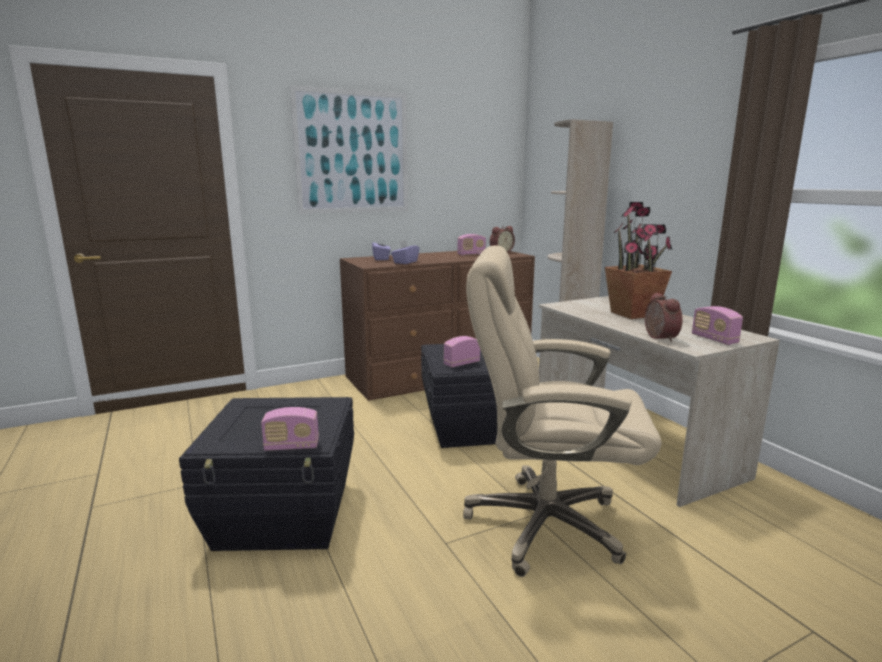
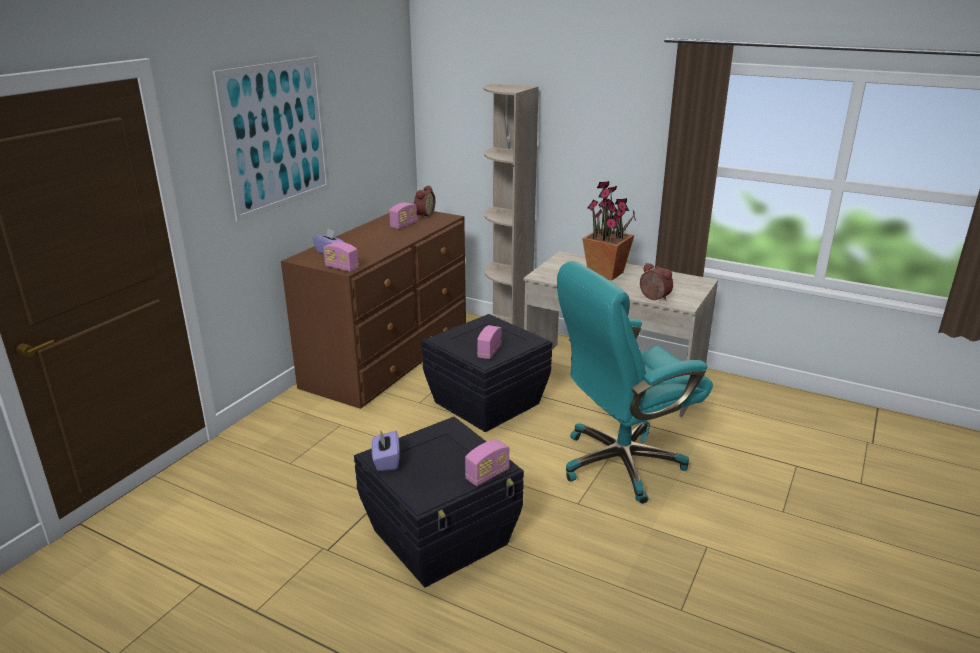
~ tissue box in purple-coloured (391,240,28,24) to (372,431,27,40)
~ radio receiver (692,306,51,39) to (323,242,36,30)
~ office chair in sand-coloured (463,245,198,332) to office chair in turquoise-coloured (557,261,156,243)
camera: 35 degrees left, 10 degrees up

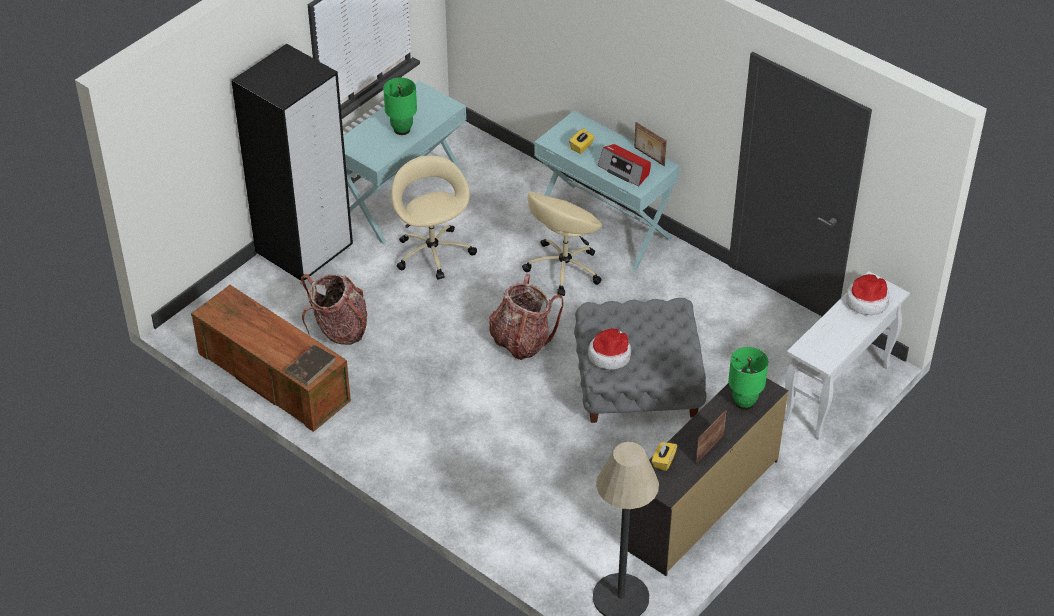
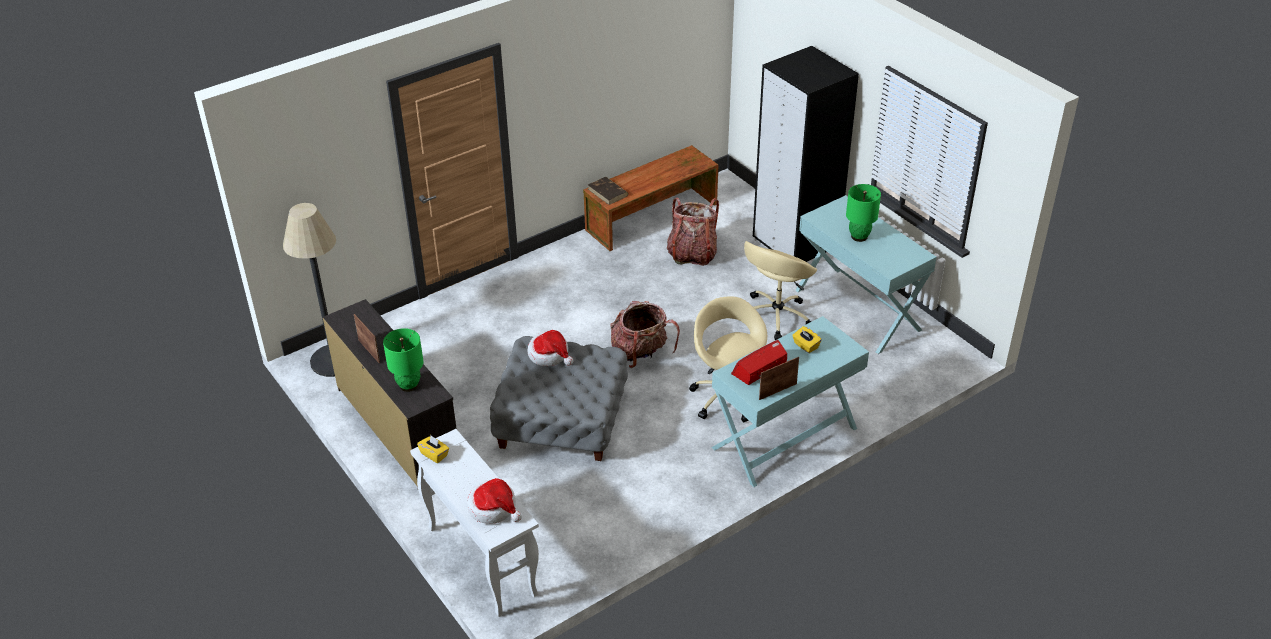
~ tissue box in yellow (652,442,25,29) to (417,435,32,28)
~ office chair in sand-coloured (391,156,86,124) = (744,241,73,99) 135 degrees clockwise
camera: 105 degrees right, 5 degrees down

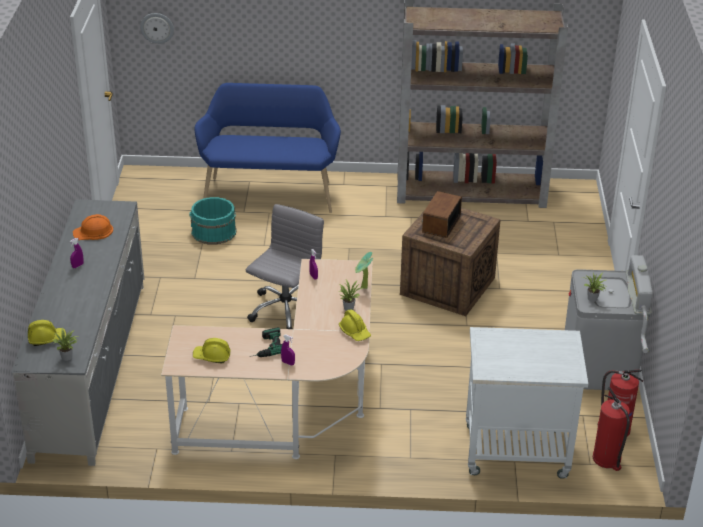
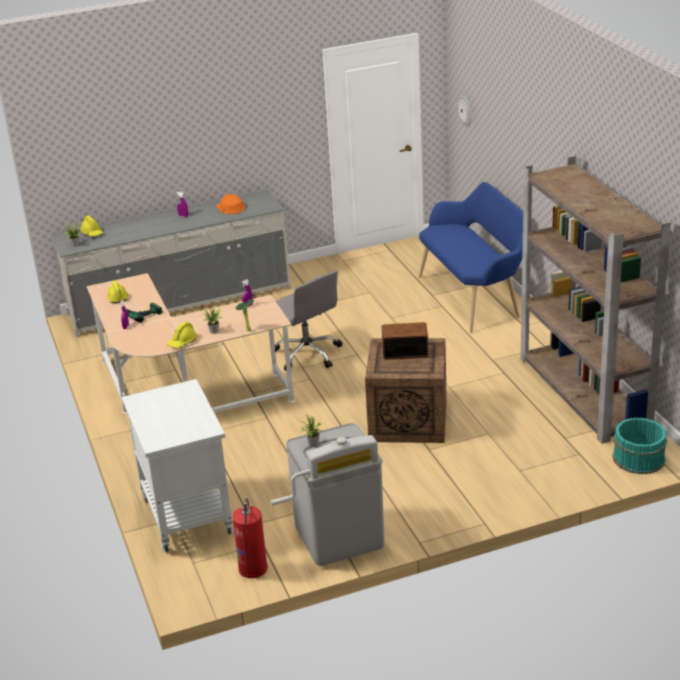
- extinguisher (593,387,37,84)
~ bucket in turquoise-coloured (189,197,48,48) to (612,418,55,56)
~ office chair in grey (245,204,79,125) = (275,270,67,100) 45 degrees clockwise
camera: 70 degrees right, 5 degrees down

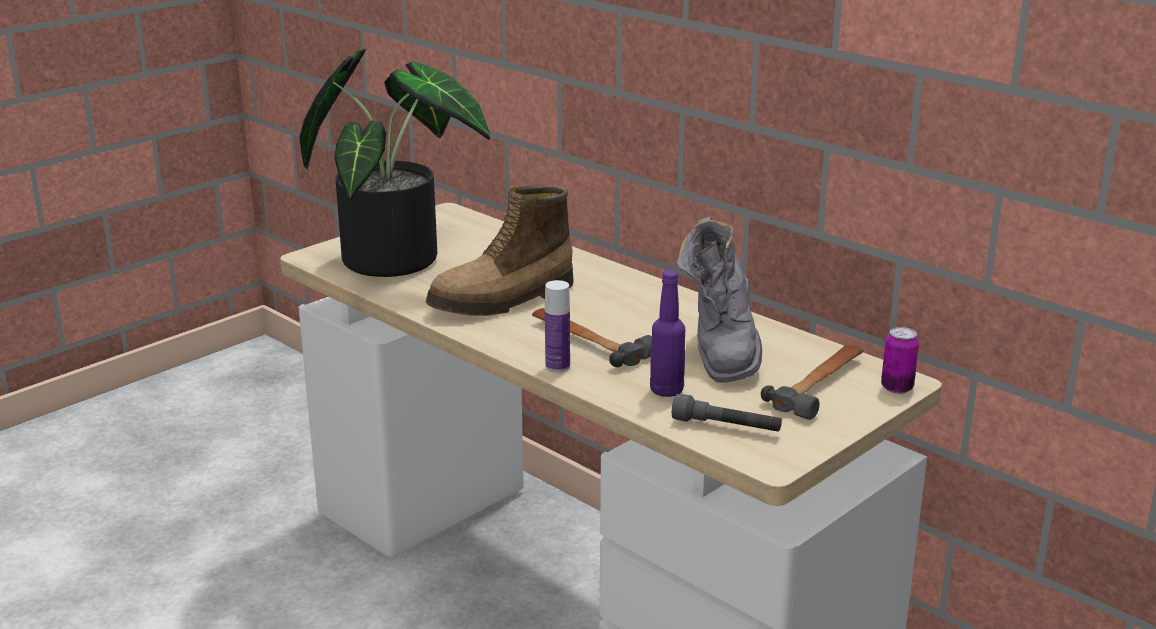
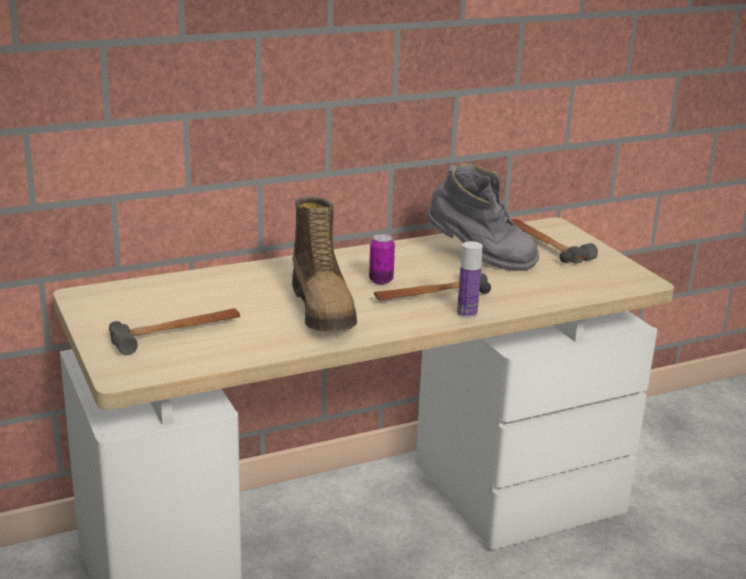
- beverage bottle in purple-coloured (650,270,35,127)
- hand torch in grey (672,394,110,38)
~ can (881,327,38,67) to (369,234,26,51)
~ houseplant (299,49,191,228) to hammer (109,308,131,47)
camera: 70 degrees left, 0 degrees up

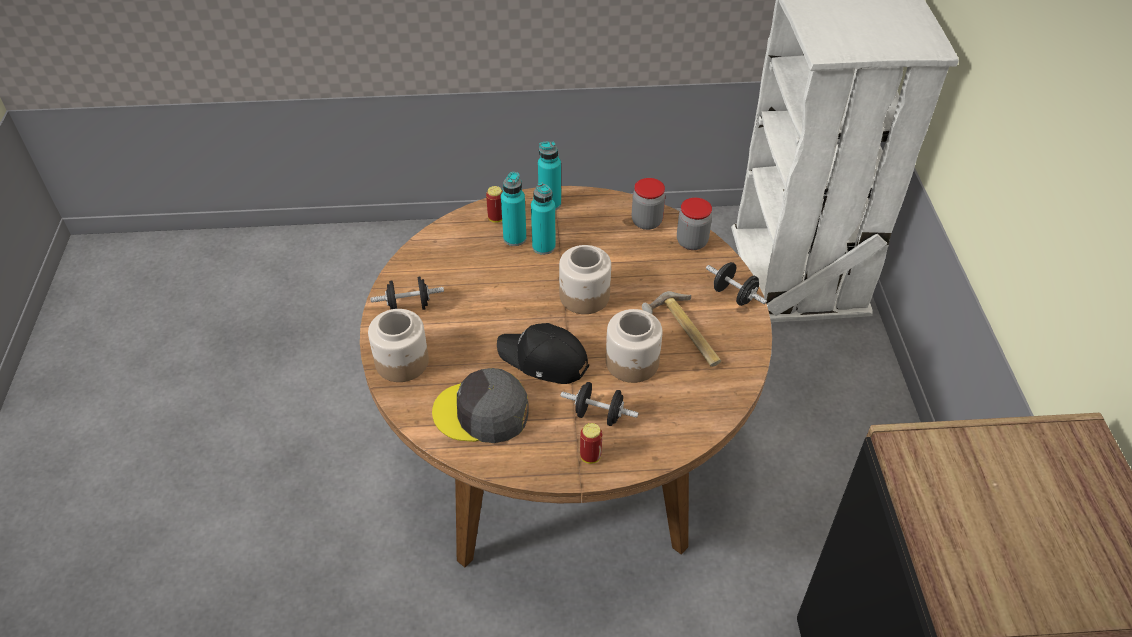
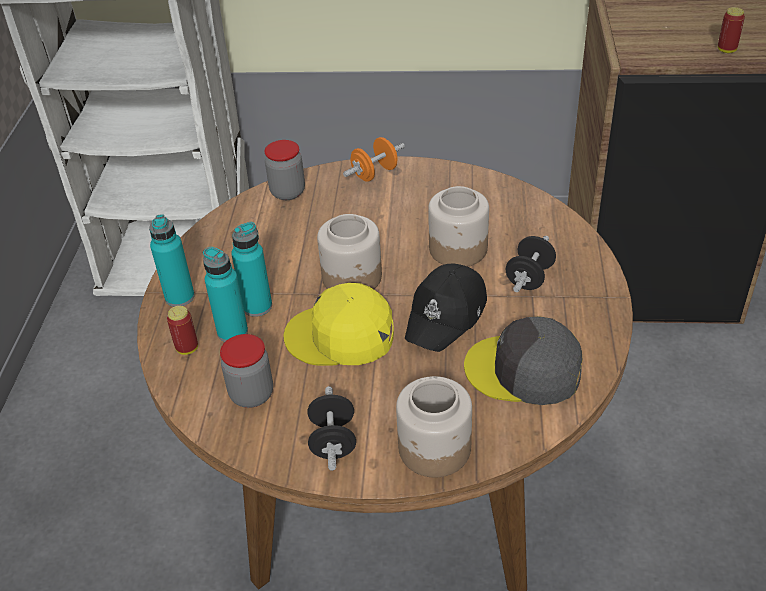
- hammer (642,291,79,76)
+ baseball cap in yellow (284,283,110,82)
~ can (580,423,22,41) to (718,7,27,46)
~ preserve jar (632,178,33,52) to (220,334,53,74)
~ dumbbell in black-coloured (706,262,61,44) to dumbbell in orange (343,137,62,45)
~ baseball cap in grey (432,368,97,75) = (464,316,119,89) 90 degrees clockwise
camera: 80 degrees left, 5 degrees down

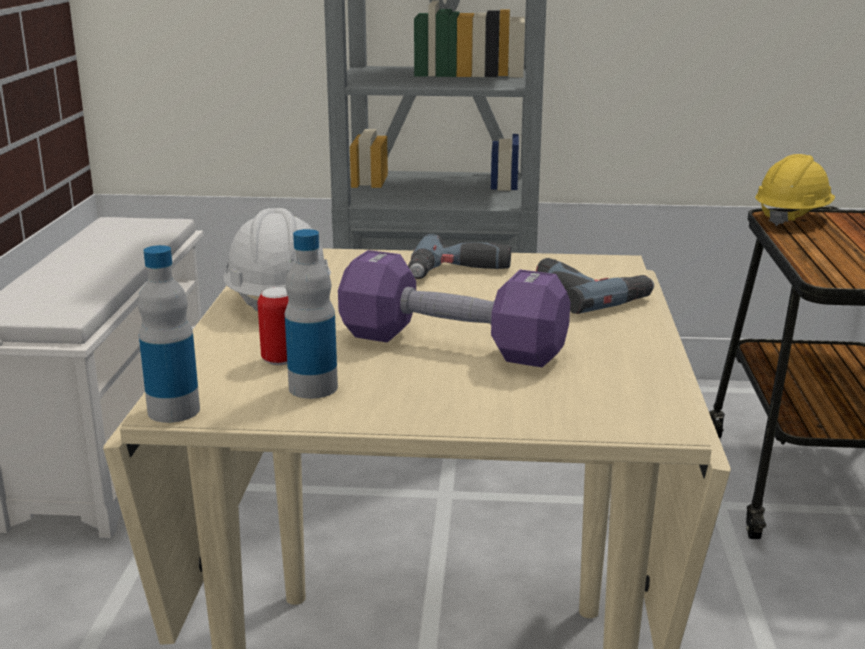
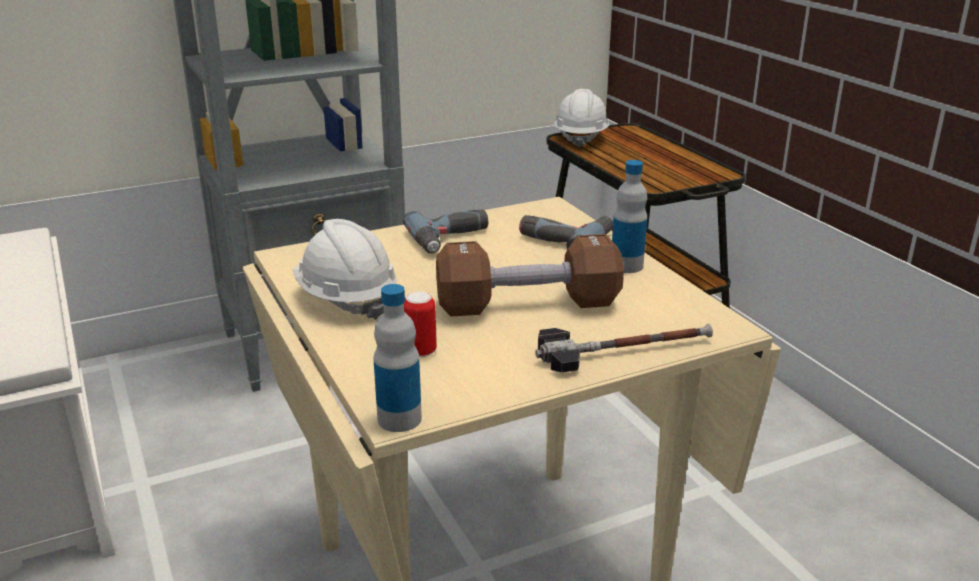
+ hammer (536,324,177,49)
~ beverage bottle (285,229,53,170) to (612,160,35,113)
~ dumbbell in purple-coloured (338,250,232,117) to dumbbell in brown-coloured (436,234,188,83)
~ safety helmet in yellow (755,154,80,72) to safety helmet in white-coloured (554,89,55,59)
camera: 30 degrees left, 5 degrees up

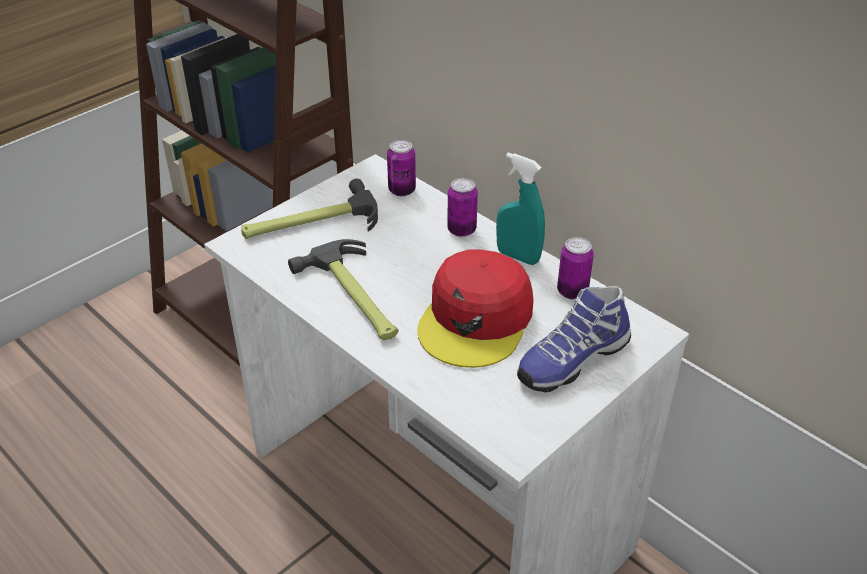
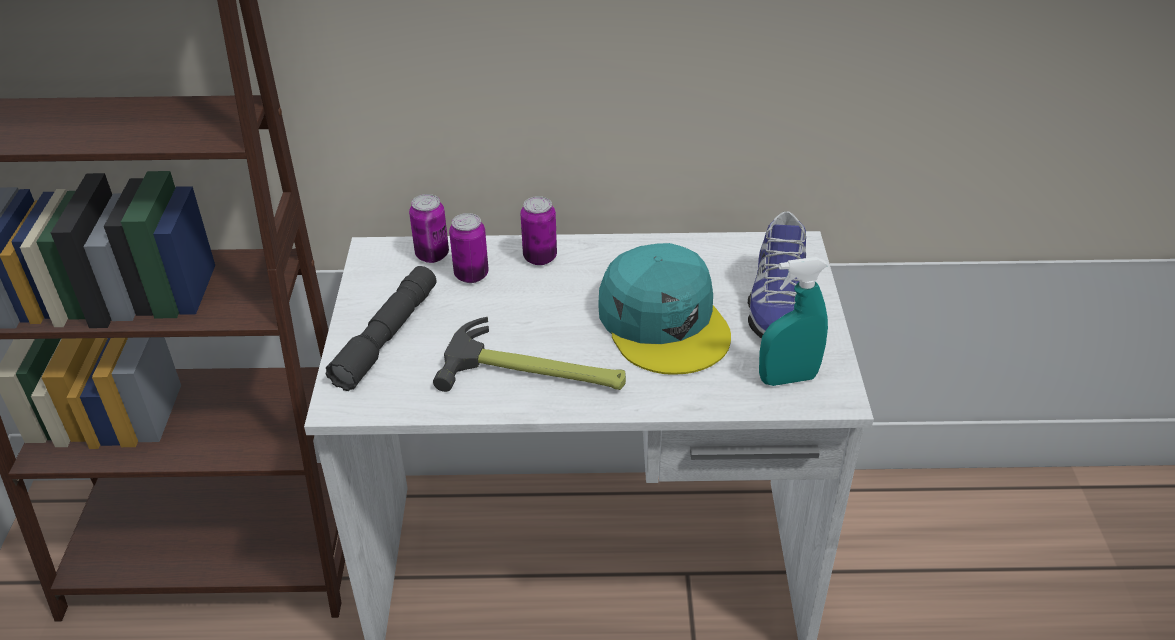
~ spray bottle in turquoise-coloured (496,152,49,113) to (759,257,69,129)
~ can (557,237,37,63) to (449,213,40,70)
~ hammer (241,179,137,60) to hand torch in grey (325,266,111,125)
~ baseball cap in red-coloured (417,249,117,119) to baseball cap in turquoise-coloured (598,243,133,132)
camera: 45 degrees left, 0 degrees up

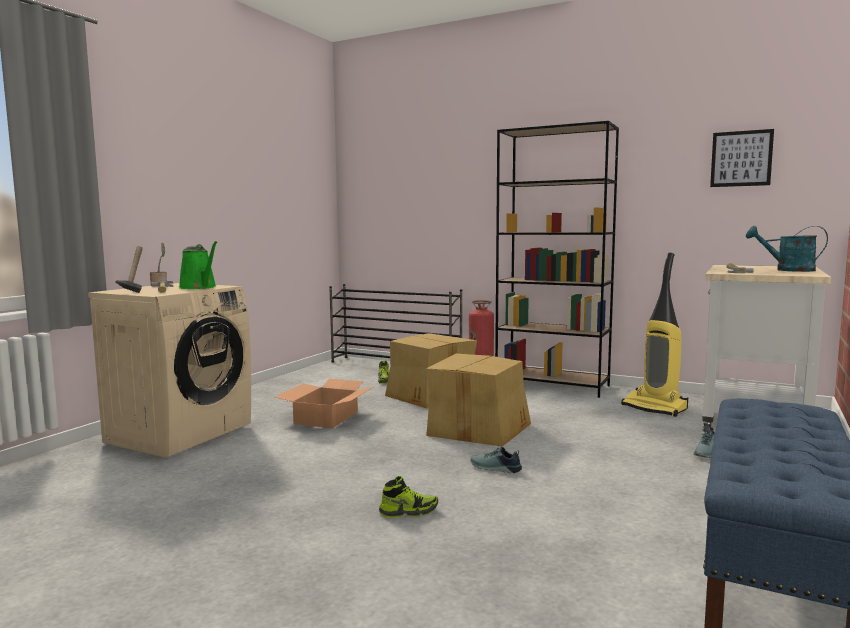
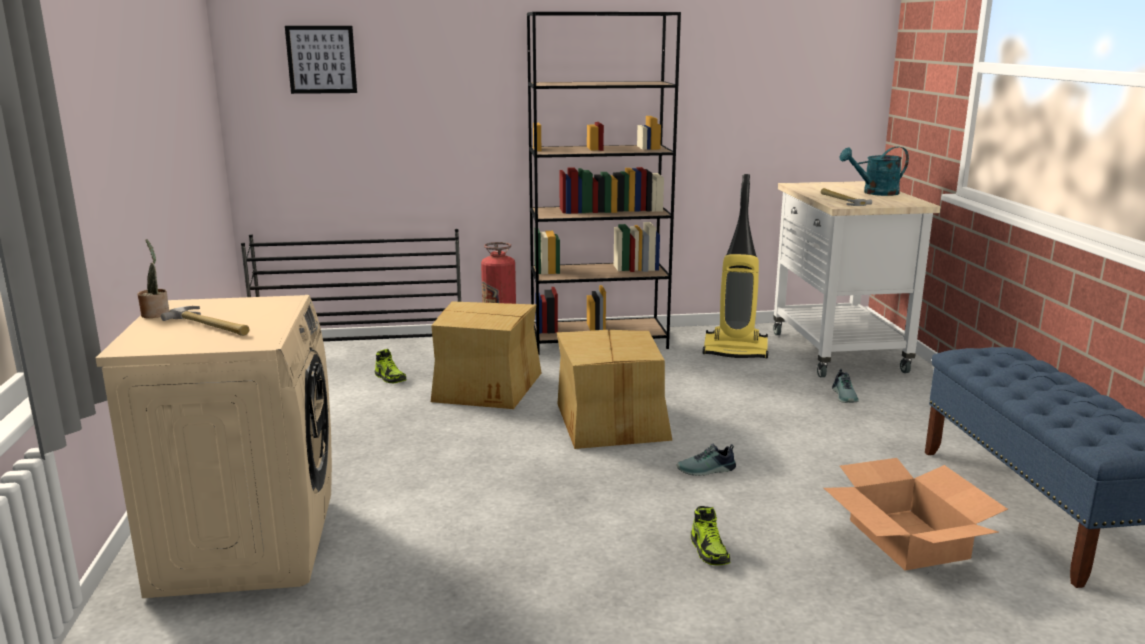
- hammer (116,246,27,47)
- sprinkling can in green-coloured (179,241,38,48)
~ carton (275,379,100,49) to (824,458,184,112)
~ wall picture (710,129,64,58) to (285,26,72,68)
~ shoe (379,476,59,42) = (691,506,39,59) 120 degrees clockwise
camera: 35 degrees left, 10 degrees up

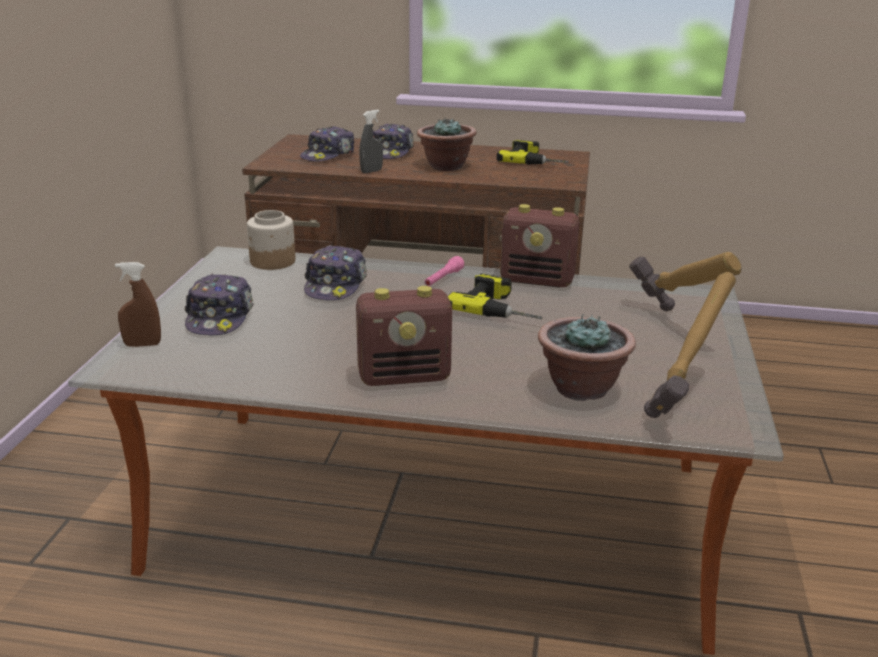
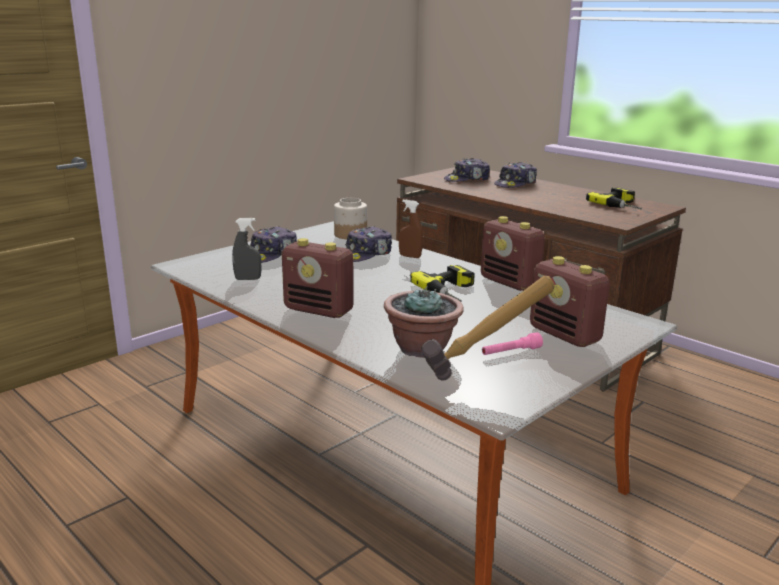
- houseplant (417,118,59,53)
~ spray bottle in brown-coloured (115,262,46,85) to (399,200,24,58)
~ spray bottle in grey (359,110,24,64) to (232,218,29,62)
~ hand torch in pinkish (425,256,39,30) to (482,332,61,23)
~ hammer (629,252,112,59) to radio receiver (530,256,80,91)
camera: 35 degrees right, 5 degrees down

